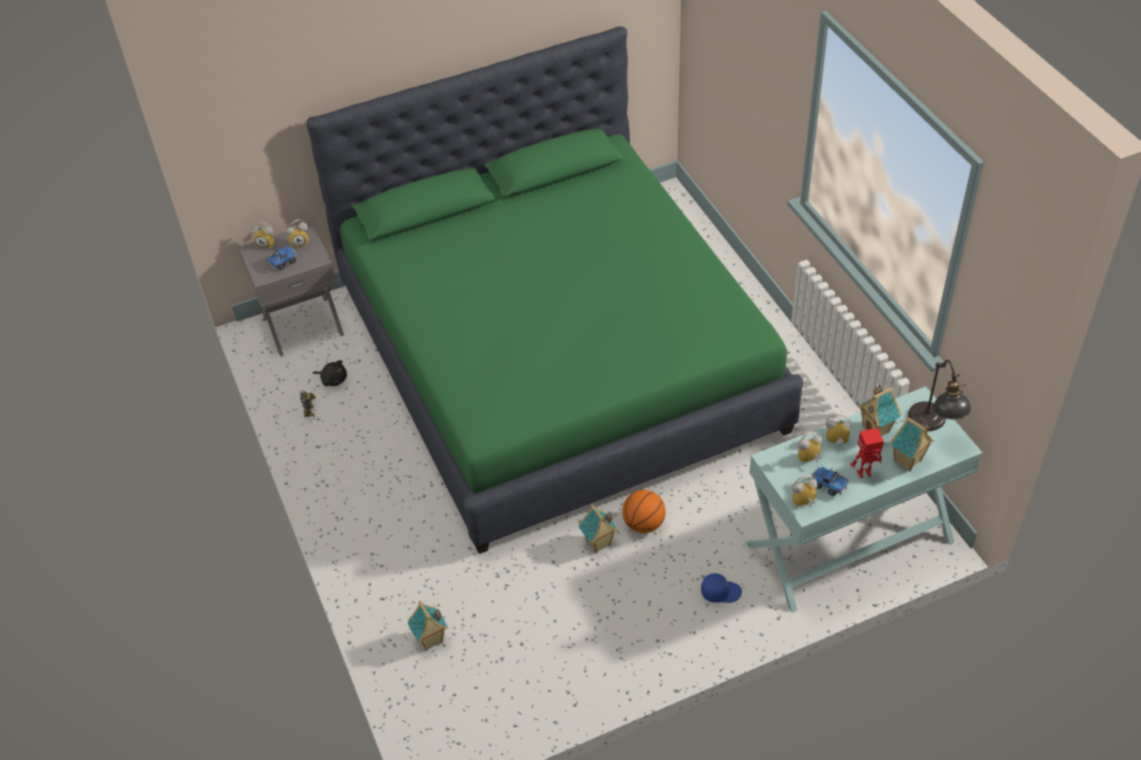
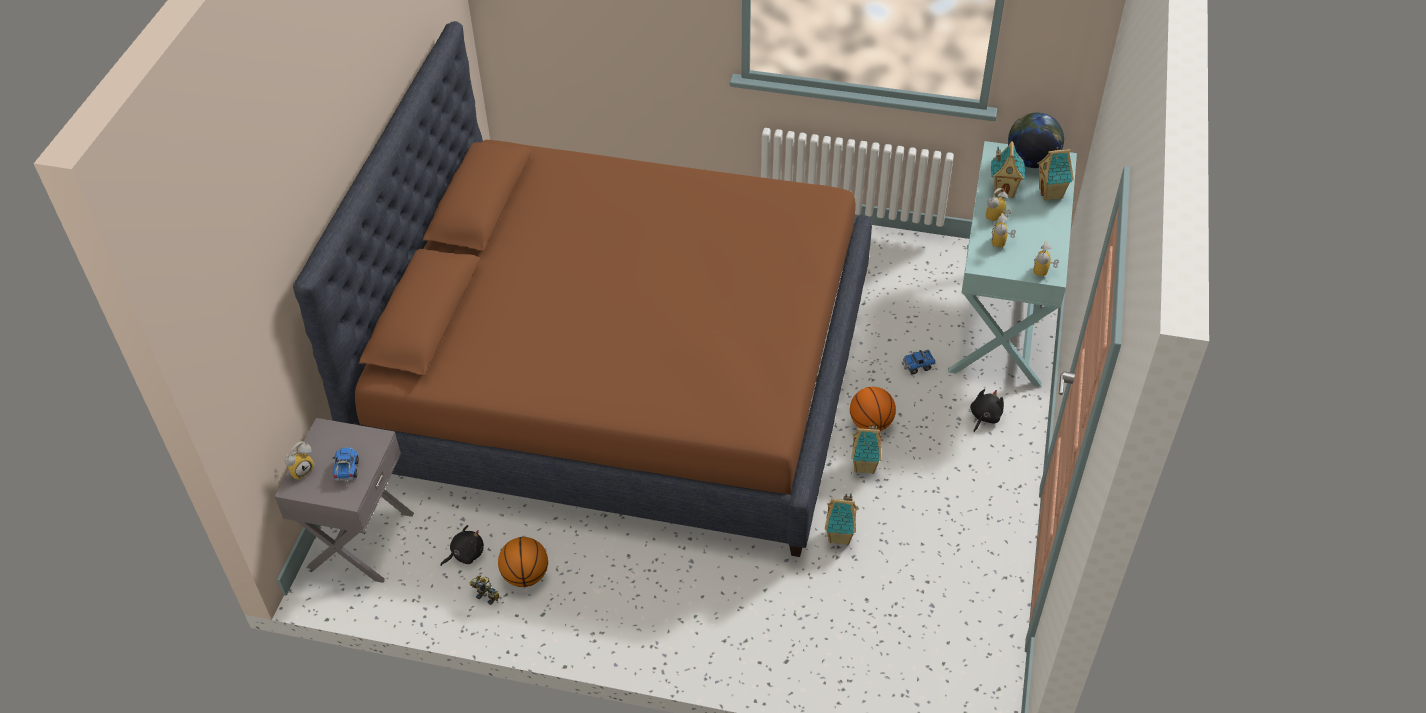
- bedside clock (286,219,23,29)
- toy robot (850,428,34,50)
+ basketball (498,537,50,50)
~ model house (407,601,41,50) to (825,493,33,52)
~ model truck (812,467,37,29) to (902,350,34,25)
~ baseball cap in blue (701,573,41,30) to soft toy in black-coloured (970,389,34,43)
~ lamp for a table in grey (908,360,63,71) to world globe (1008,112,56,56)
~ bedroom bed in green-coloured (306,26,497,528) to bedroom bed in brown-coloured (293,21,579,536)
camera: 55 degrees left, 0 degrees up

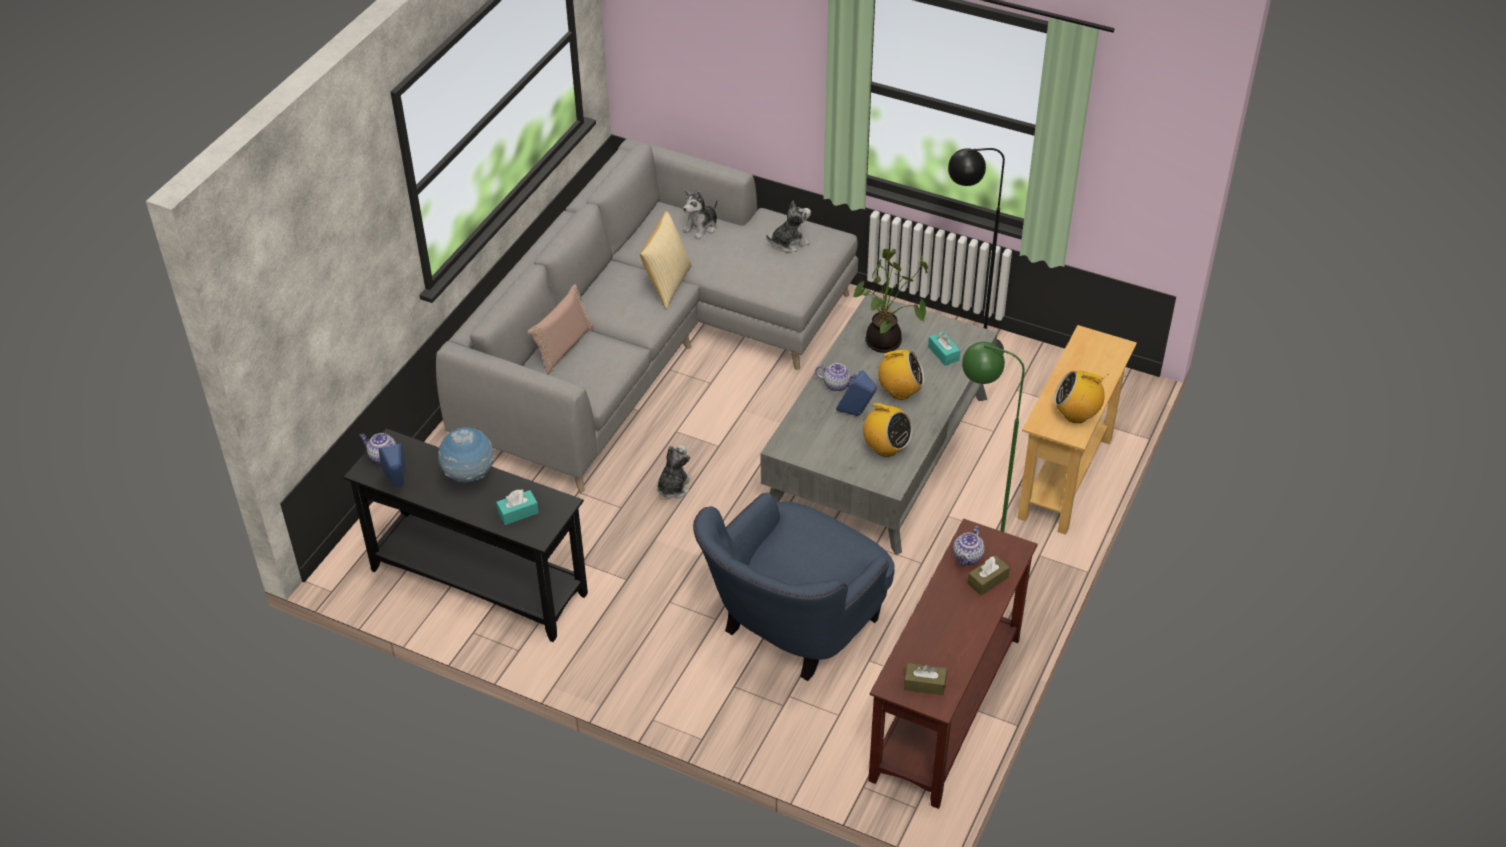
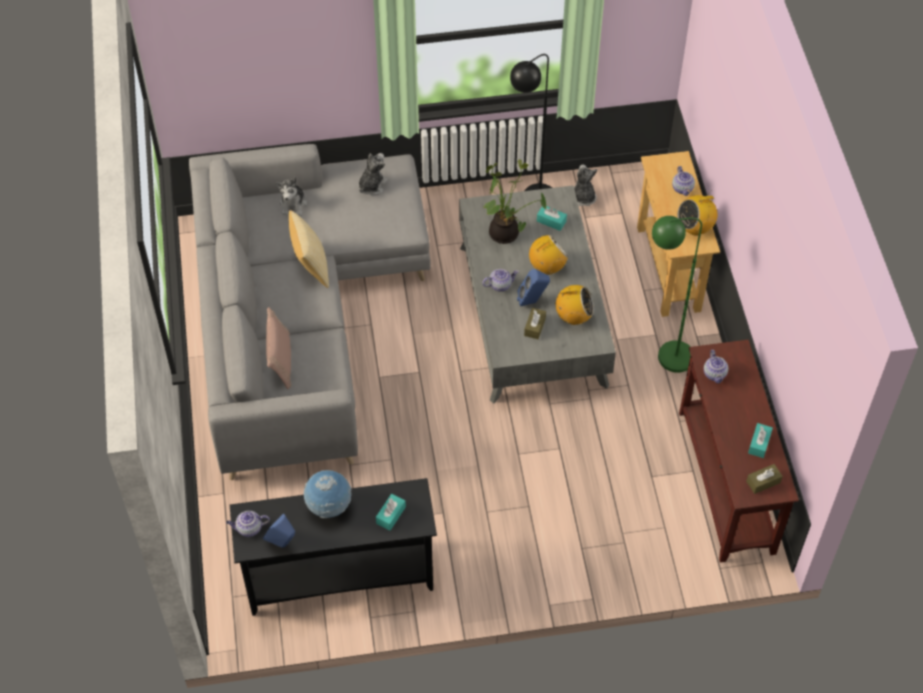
- lounge chair in blue (693,492,202,189)
+ tea pot (672,166,23,30)
+ tissue box in turquoise-coloured (748,423,25,35)
~ soft toy (657,445,35,54) to (574,164,23,42)
~ tissue box in brown-coloured (967,556,43,40) to (524,308,22,31)
camera: 35 degrees left, 10 degrees up

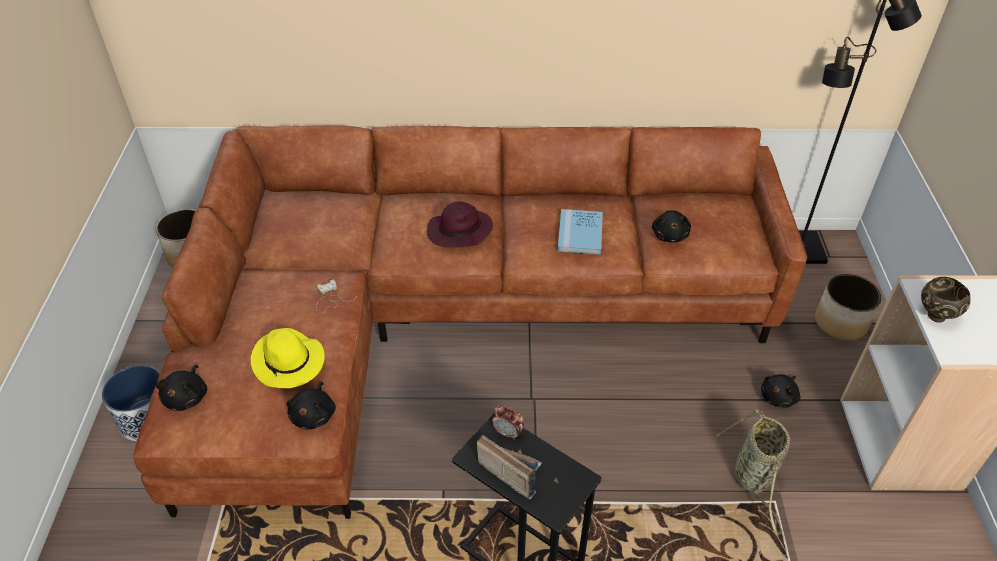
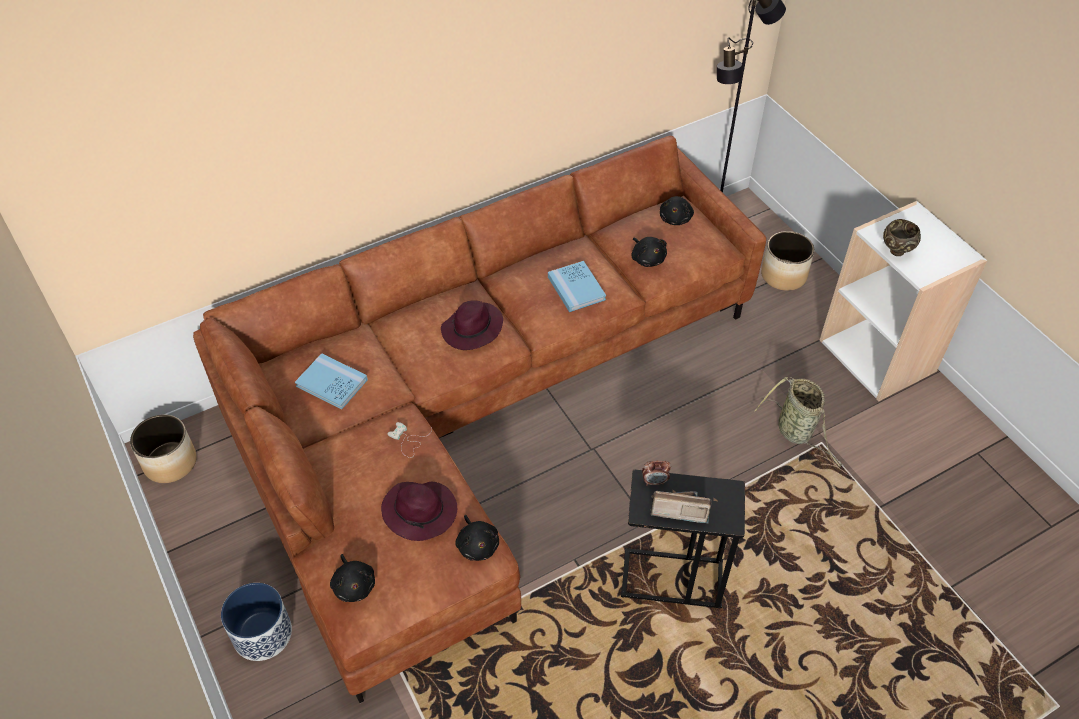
+ volume in blue (295,353,73,57)
~ soft toy in black-coloured (761,374,39,34) to (660,196,34,29)
~ clothing hat in yellow (251,328,74,60) to clothing hat in purple-coloured (381,482,76,59)
camera: 30 degrees left, 5 degrees up

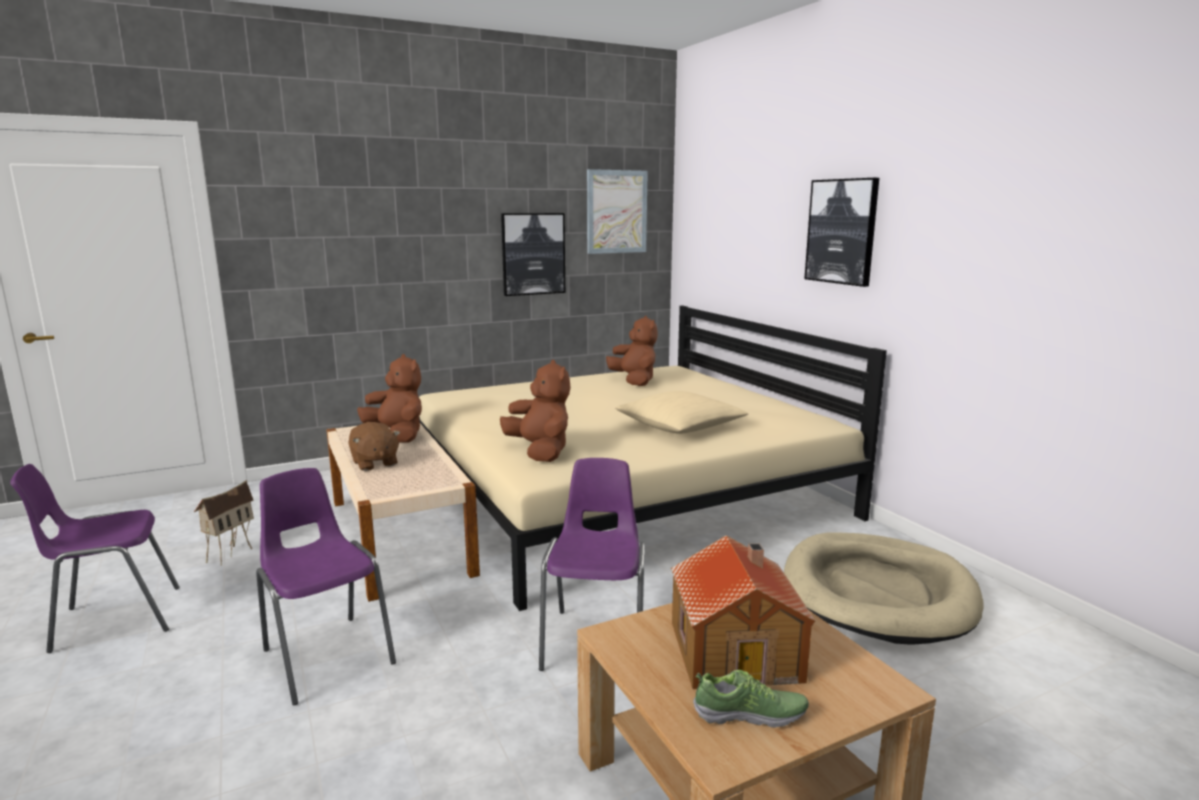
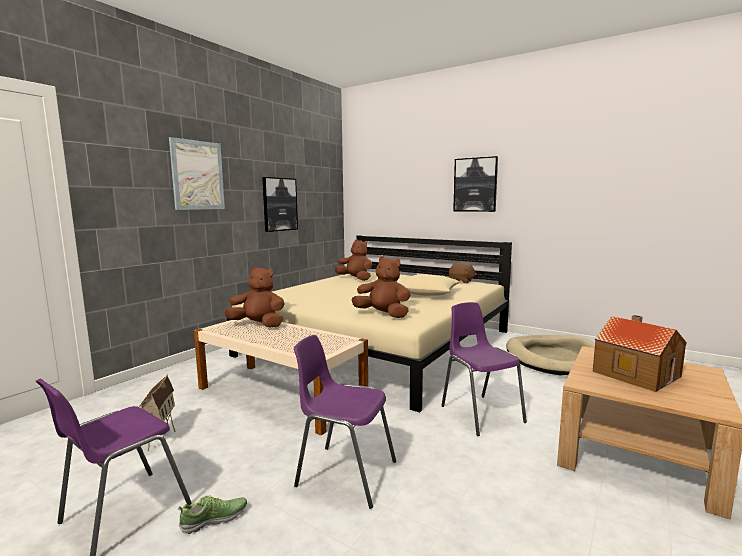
~ soft toy in brown-coloured (348,422,53,49) to (449,263,28,20)
~ wall picture (587,169,61,85) to (169,137,56,73)
~ shoe (693,670,116,58) to (178,496,69,38)
camera: 30 degrees left, 5 degrees down

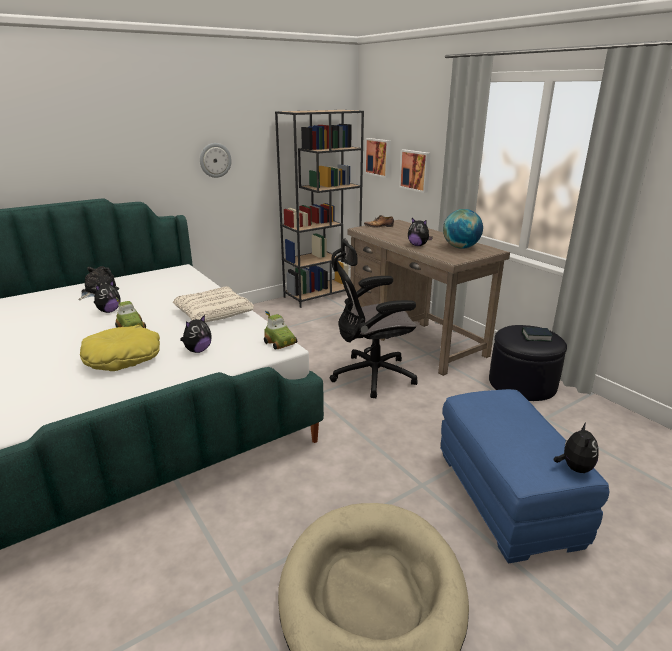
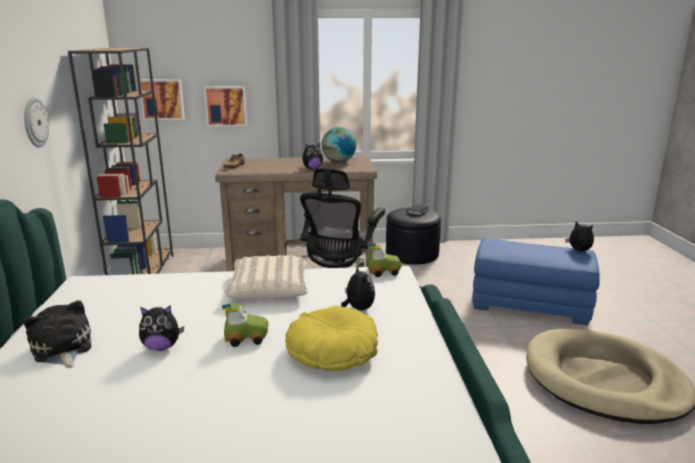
~ soft toy (94,281,27,32) = (139,306,45,45) 105 degrees clockwise
camera: 60 degrees left, 5 degrees down

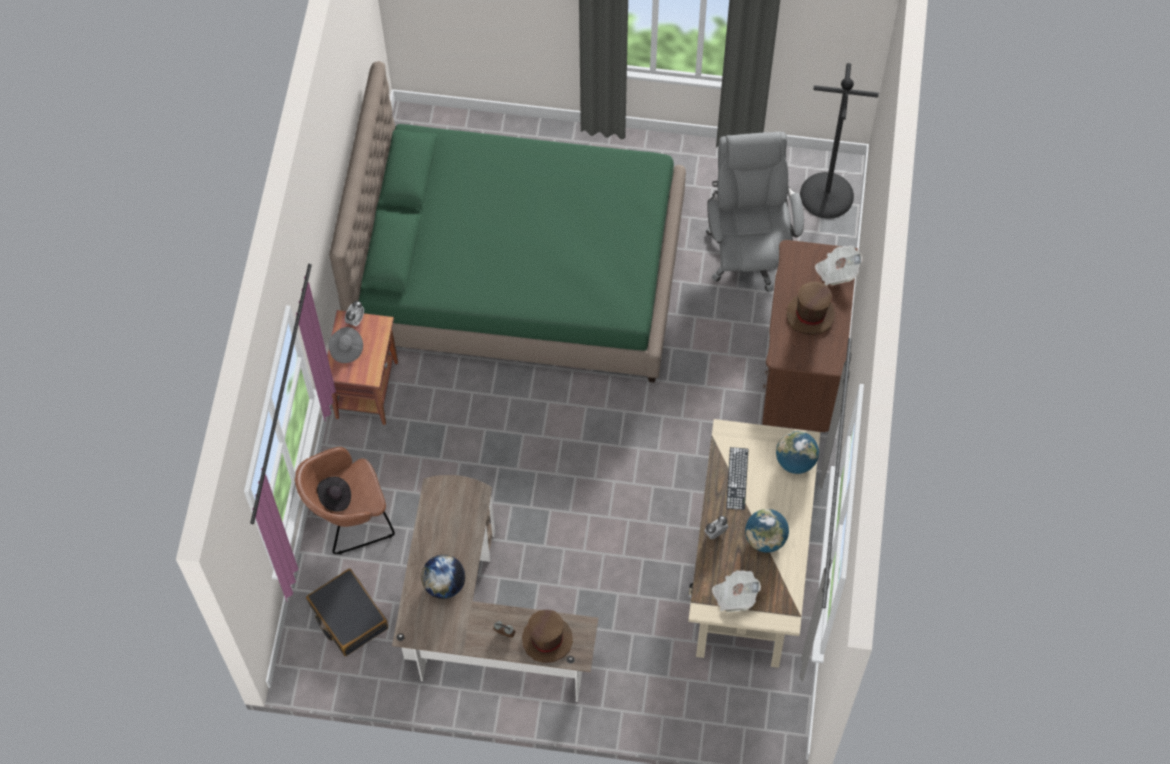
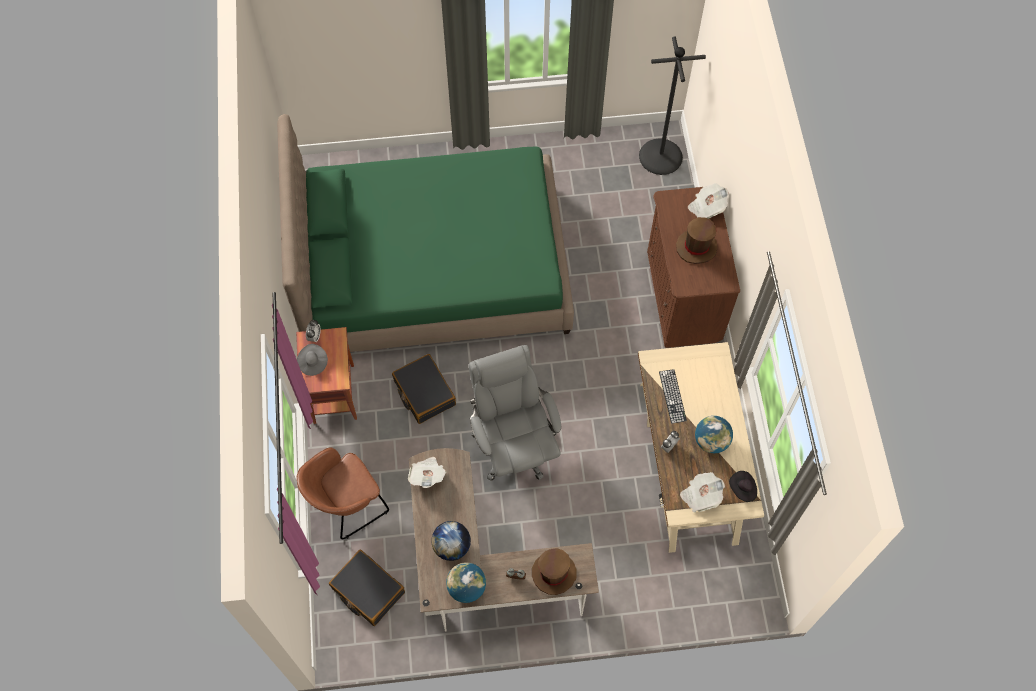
+ suitcase in black-coloured (392,354,64,70)
+ newspaper (408,457,38,31)
~ clothing hat in black-coloured (317,477,34,35) to (729,471,28,31)
~ office chair in grey (706,131,98,161) to (469,345,92,136)
~ world globe (776,431,43,43) to (446,562,40,41)
camera: 15 degrees left, 0 degrees up

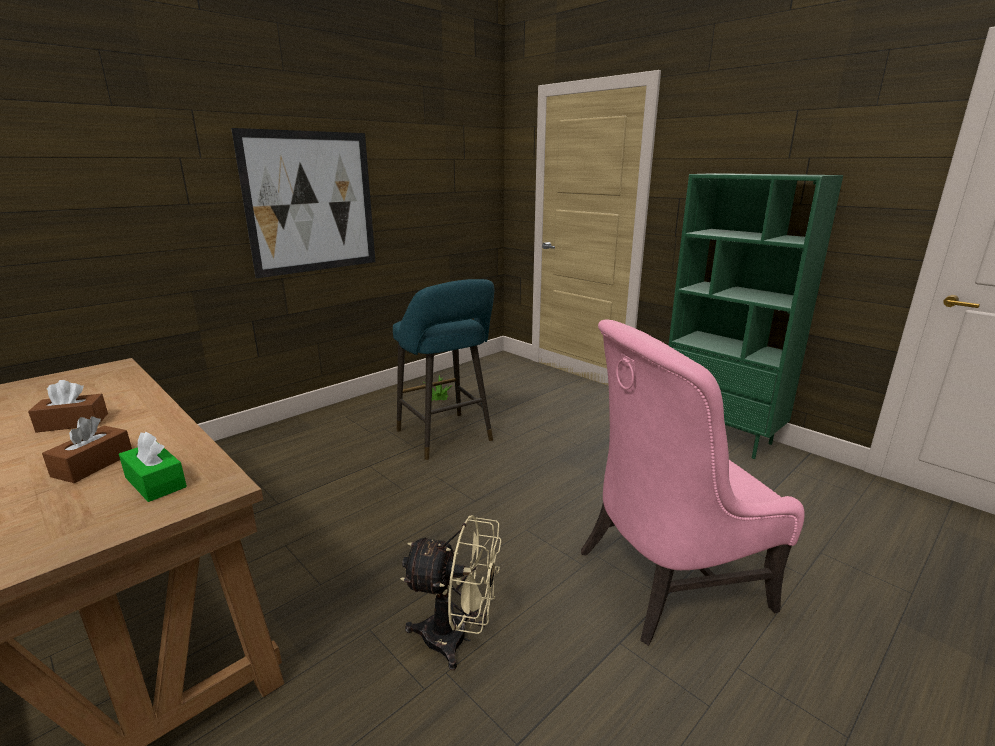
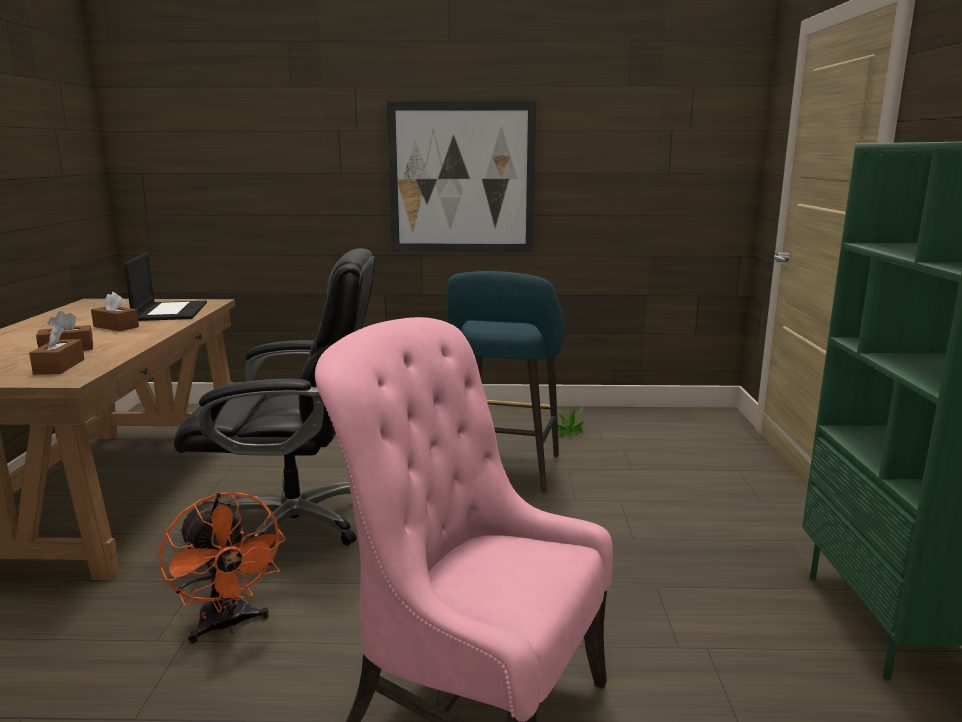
+ notebook computer (124,253,83,68)
+ office chair in black-coloured (174,248,201,298)
~ tissue box in green-coloured (119,431,68,71) to tissue box in brown-coloured (29,325,55,49)
~ fan in sand-coloured (400,515,101,155) to fan in orange (159,492,127,152)
camera: 45 degrees right, 5 degrees down

